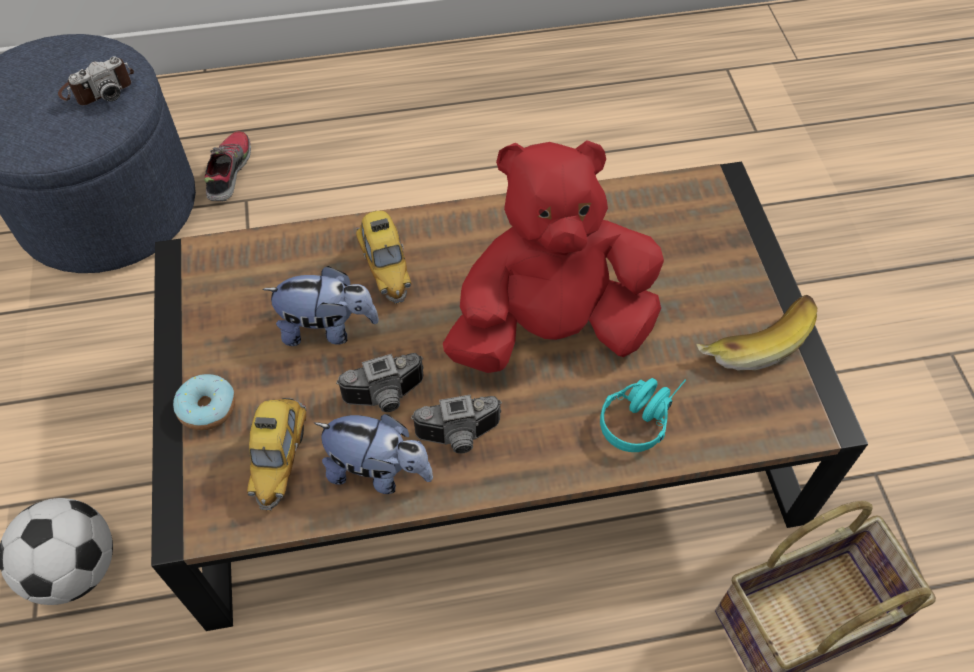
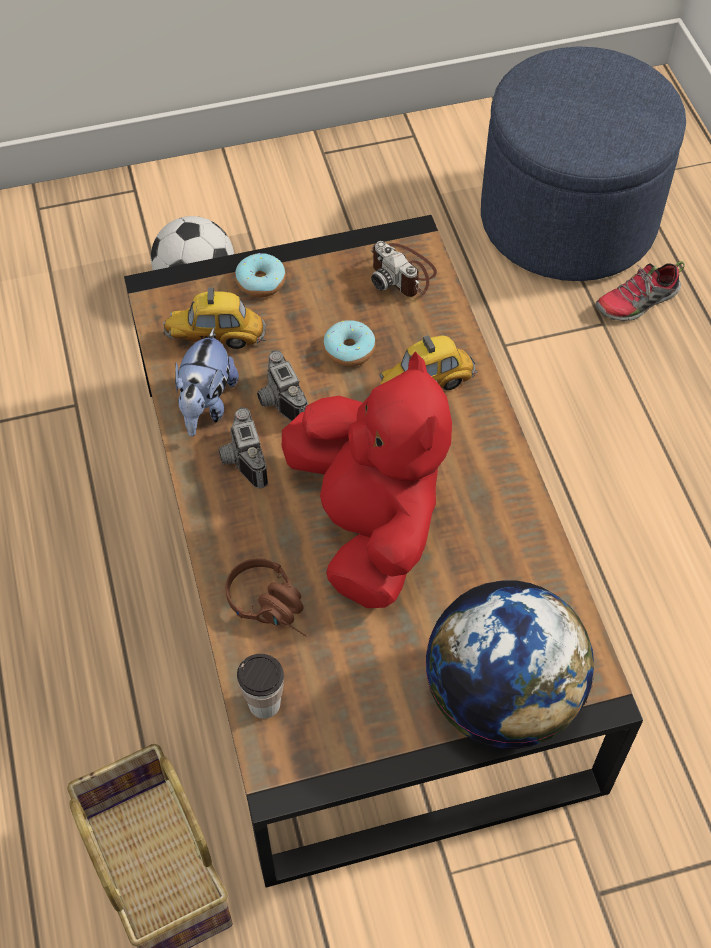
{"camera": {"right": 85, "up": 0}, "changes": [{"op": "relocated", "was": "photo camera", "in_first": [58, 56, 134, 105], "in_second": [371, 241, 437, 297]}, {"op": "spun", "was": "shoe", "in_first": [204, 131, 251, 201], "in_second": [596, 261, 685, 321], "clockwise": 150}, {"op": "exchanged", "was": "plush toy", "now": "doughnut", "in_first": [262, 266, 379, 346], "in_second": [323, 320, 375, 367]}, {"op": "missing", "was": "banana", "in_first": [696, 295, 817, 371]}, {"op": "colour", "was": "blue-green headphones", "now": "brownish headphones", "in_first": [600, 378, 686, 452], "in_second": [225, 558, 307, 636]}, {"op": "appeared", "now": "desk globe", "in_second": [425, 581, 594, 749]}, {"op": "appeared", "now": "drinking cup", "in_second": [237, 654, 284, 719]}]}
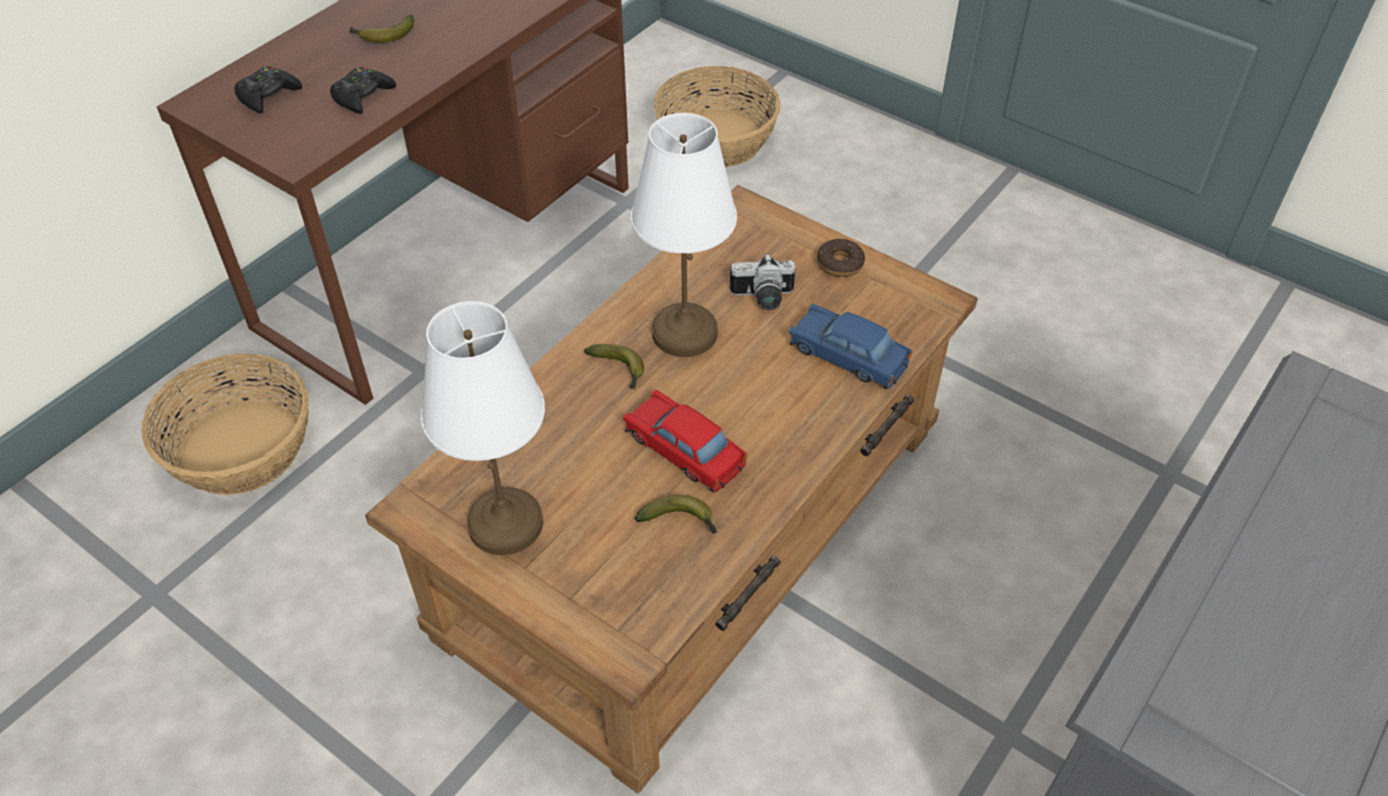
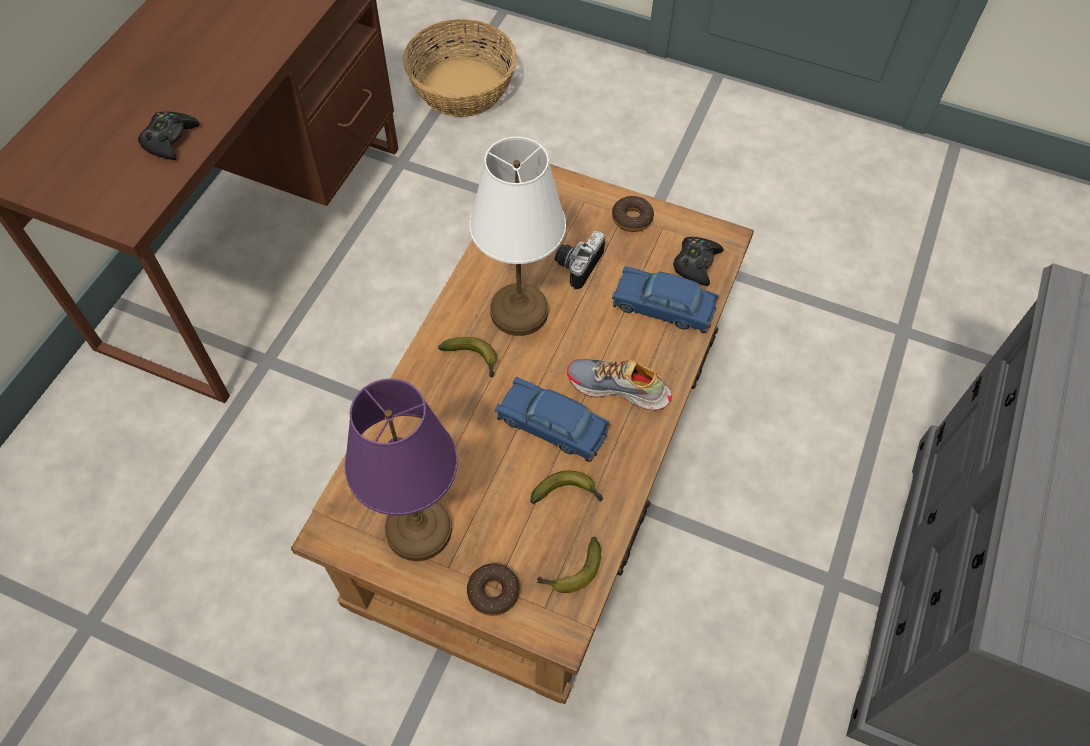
{"camera": {"right": -15, "up": 10}, "changes": [{"op": "relocated", "was": "banana", "in_first": [349, 15, 414, 43], "in_second": [537, 537, 601, 593]}, {"op": "relocated", "was": "black-coloured game controller", "in_first": [235, 66, 302, 113], "in_second": [673, 237, 724, 286]}, {"op": "spun", "was": "photo camera", "in_first": [730, 254, 795, 310], "in_second": [555, 231, 605, 290], "clockwise": 135}, {"op": "colour", "was": "white lamp for a table", "now": "purple lamp for a table", "in_first": [421, 301, 545, 555], "in_second": [344, 378, 458, 561]}, {"op": "missing", "was": "household basket", "in_first": [141, 354, 309, 495]}, {"op": "colour", "was": "red toy car", "now": "blue-coloured toy car", "in_first": [623, 390, 748, 493], "in_second": [495, 377, 611, 462]}, {"op": "appeared", "now": "shoe", "in_second": [567, 359, 672, 410]}, {"op": "appeared", "now": "doughnut", "in_second": [467, 563, 520, 616]}]}
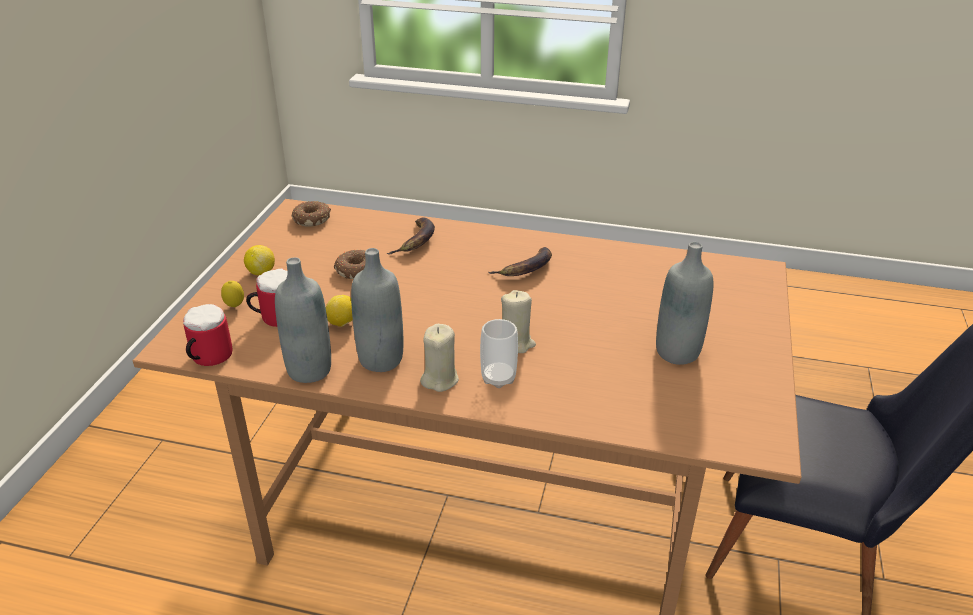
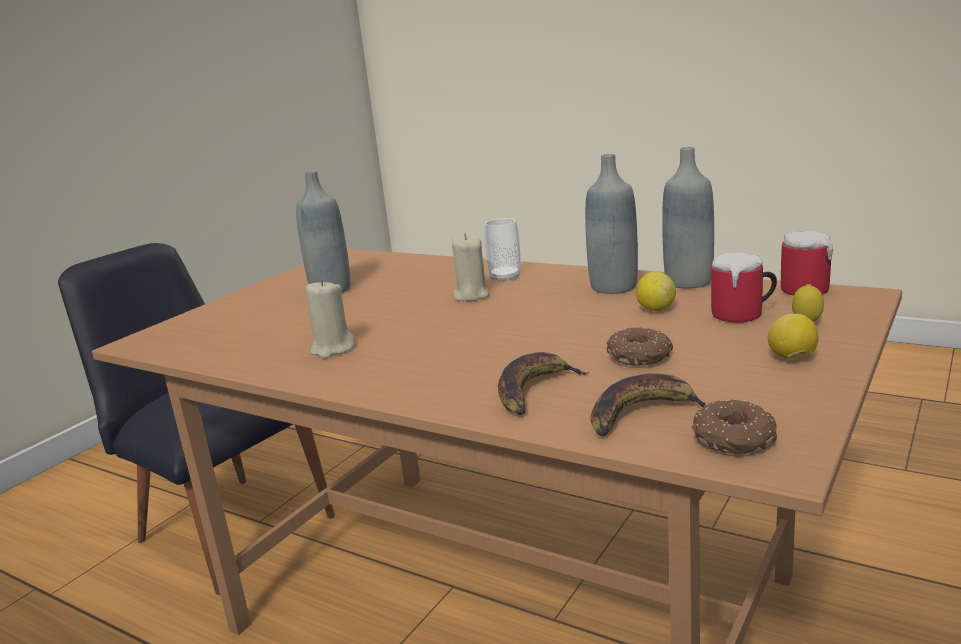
{"camera": {"right": -160, "up": -15}, "changes": [{"op": "relocated", "was": "banana", "in_first": [488, 247, 552, 276], "in_second": [590, 373, 706, 436]}, {"op": "relocated", "was": "beige-coloured candle", "in_first": [420, 324, 459, 392], "in_second": [305, 279, 356, 358]}]}
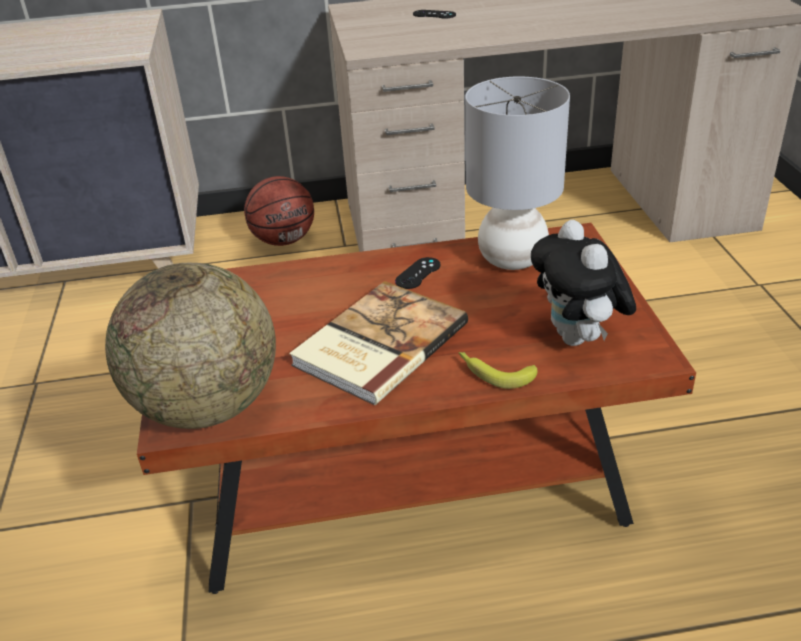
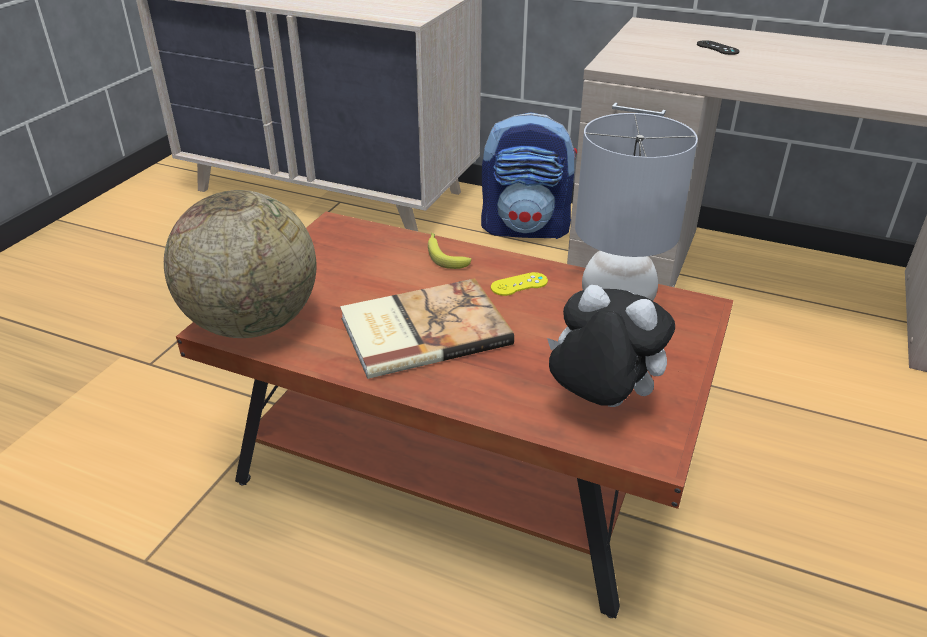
{"camera": {"right": 30, "up": 0}, "changes": [{"op": "exchanged", "was": "ball for basketball", "now": "backpack", "in_first": [244, 176, 314, 246], "in_second": [481, 112, 577, 239]}, {"op": "spun", "was": "plush toy", "in_first": [531, 220, 636, 346], "in_second": [547, 285, 675, 407], "clockwise": 105}, {"op": "colour", "was": "black-coloured game controller", "now": "yellow-coloured game controller", "in_first": [395, 257, 440, 289], "in_second": [491, 272, 548, 296]}, {"op": "relocated", "was": "banana", "in_first": [459, 352, 537, 389], "in_second": [428, 233, 471, 269]}]}
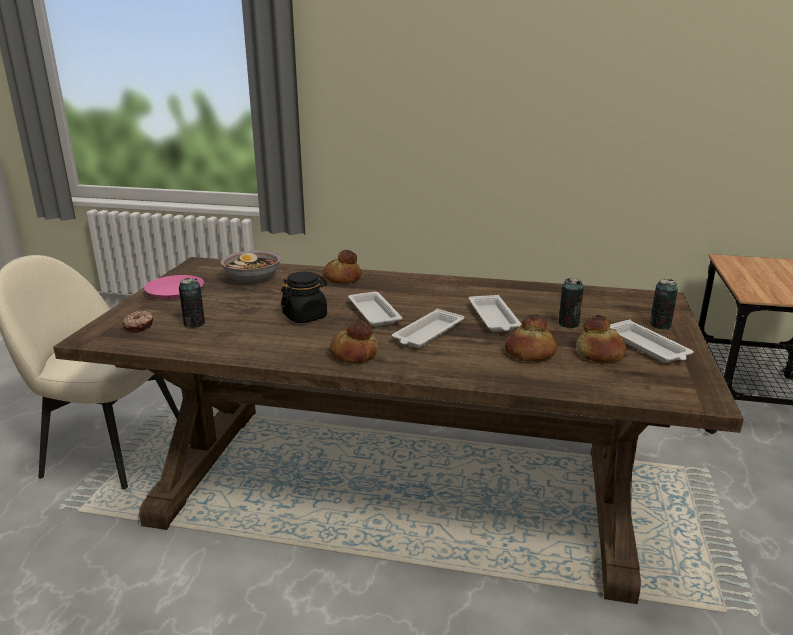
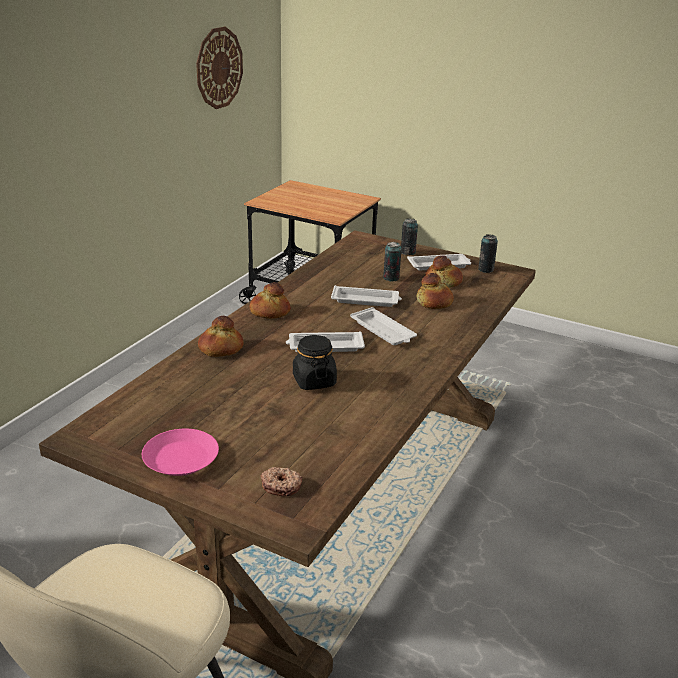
{"camera": {"right": -75, "up": 5}, "changes": [{"op": "missing", "was": "serving bowl", "in_first": [220, 250, 281, 283]}, {"op": "relocated", "was": "can", "in_first": [179, 278, 205, 328], "in_second": [478, 234, 498, 273]}, {"op": "relocated", "was": "bakery bread", "in_first": [330, 319, 378, 364], "in_second": [250, 282, 291, 319]}, {"op": "appeared", "now": "wall clock", "in_second": [196, 27, 243, 109]}]}
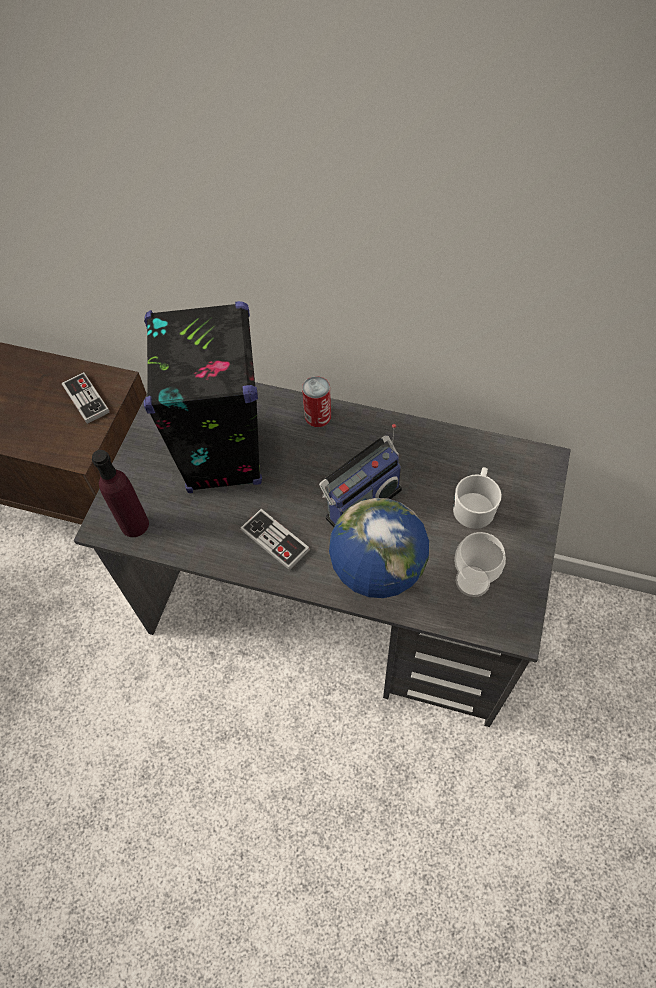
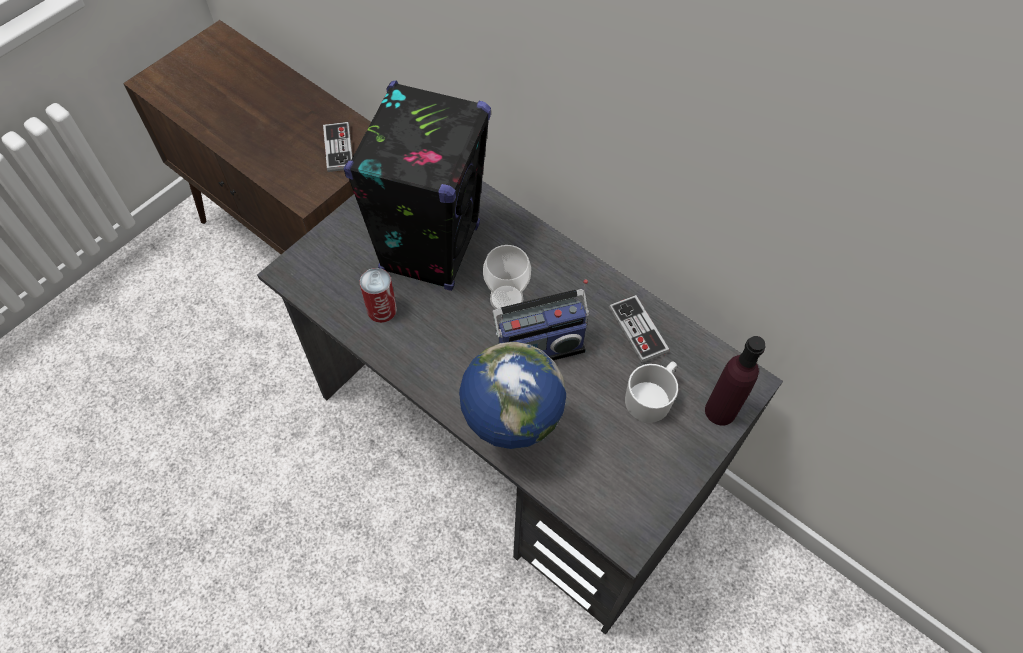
{"camera": {"right": 20, "up": 0}, "changes": [{"op": "relocated", "was": "can", "in_first": [302, 376, 331, 427], "in_second": [360, 268, 397, 323]}, {"op": "relocated", "was": "purple bottle", "in_first": [92, 450, 149, 537], "in_second": [705, 336, 765, 426]}, {"op": "relocated", "was": "game controller", "in_first": [240, 509, 310, 570], "in_second": [609, 295, 669, 363]}, {"op": "relocated", "was": "drinking cup", "in_first": [454, 532, 506, 597], "in_second": [483, 245, 531, 309]}]}
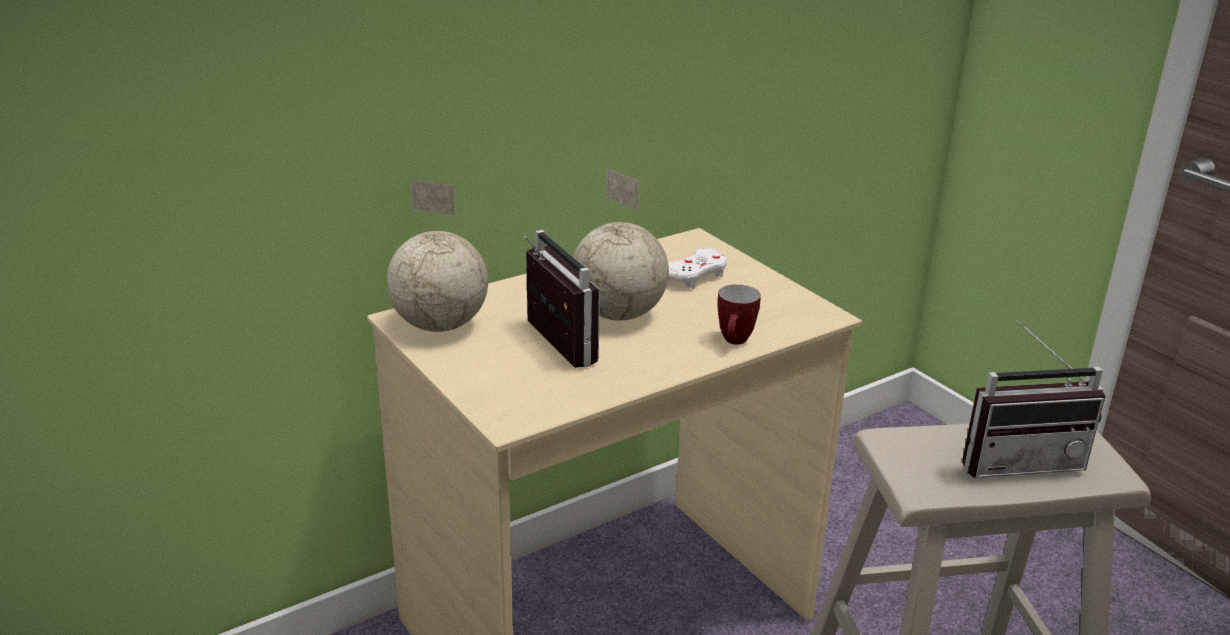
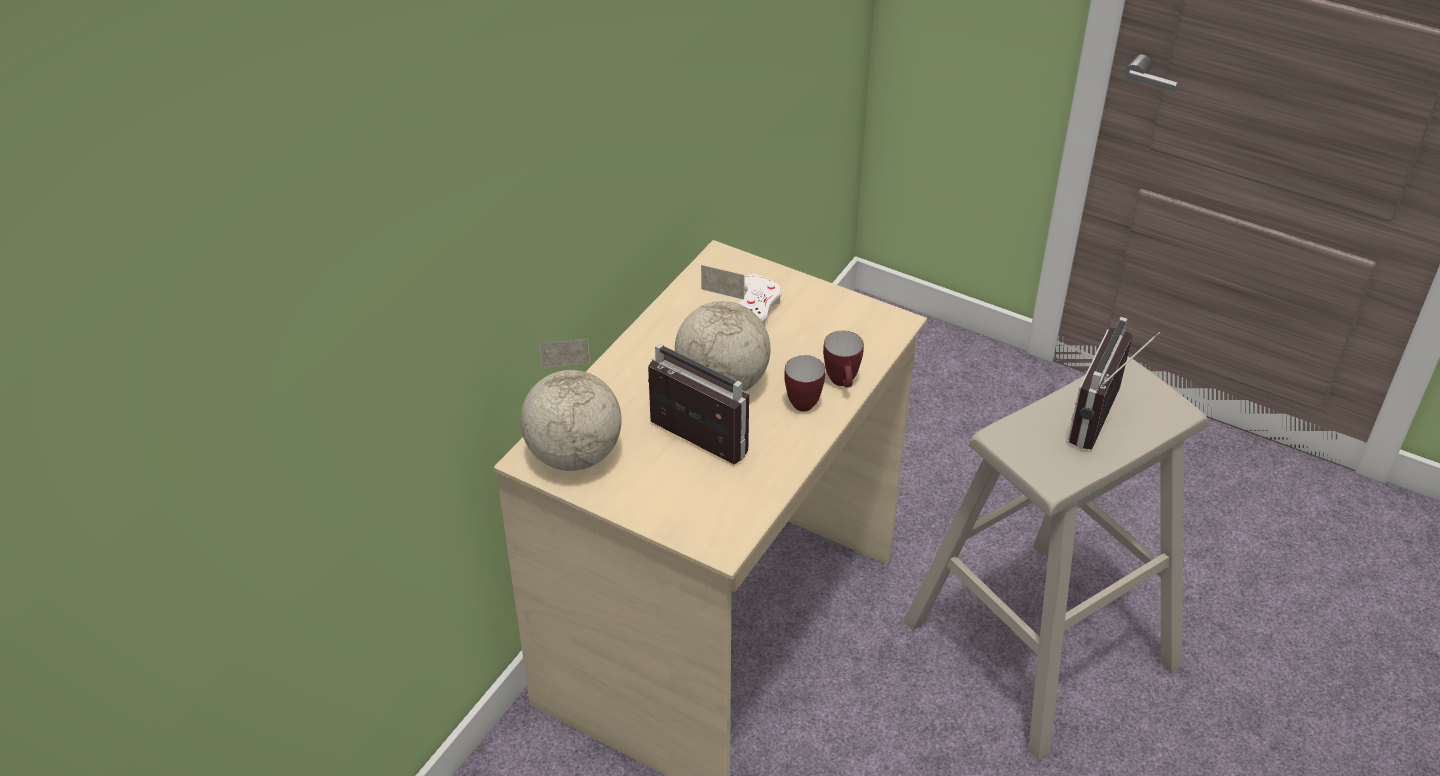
{"camera": {"right": -25, "up": 15}, "changes": [{"op": "spun", "was": "radio set", "in_first": [962, 320, 1105, 478], "in_second": [1068, 317, 1160, 450], "clockwise": 150}, {"op": "appeared", "now": "mug", "in_second": [784, 355, 825, 412]}]}
